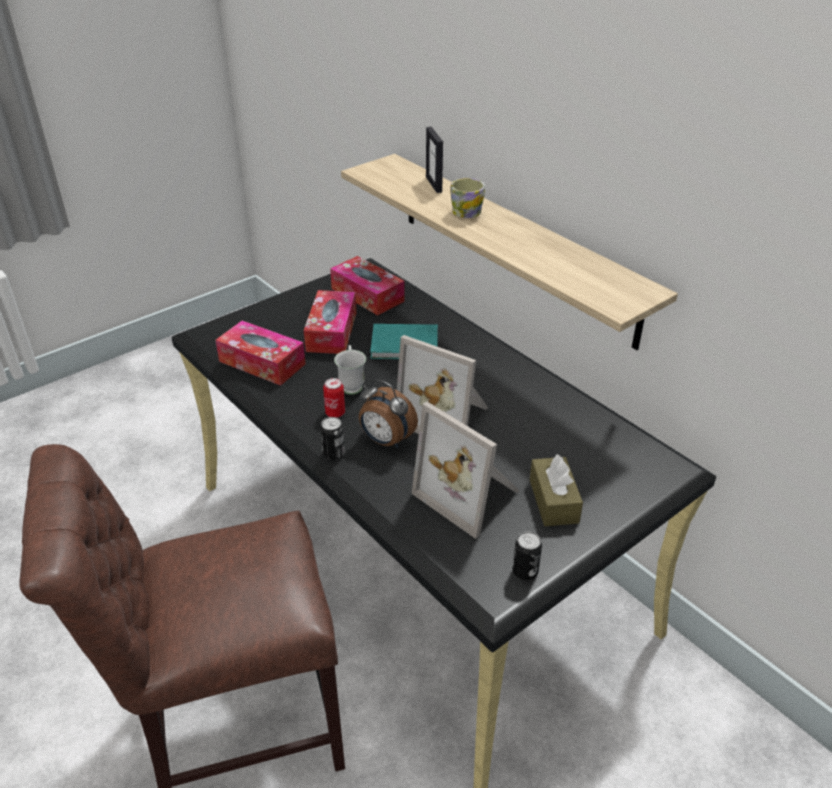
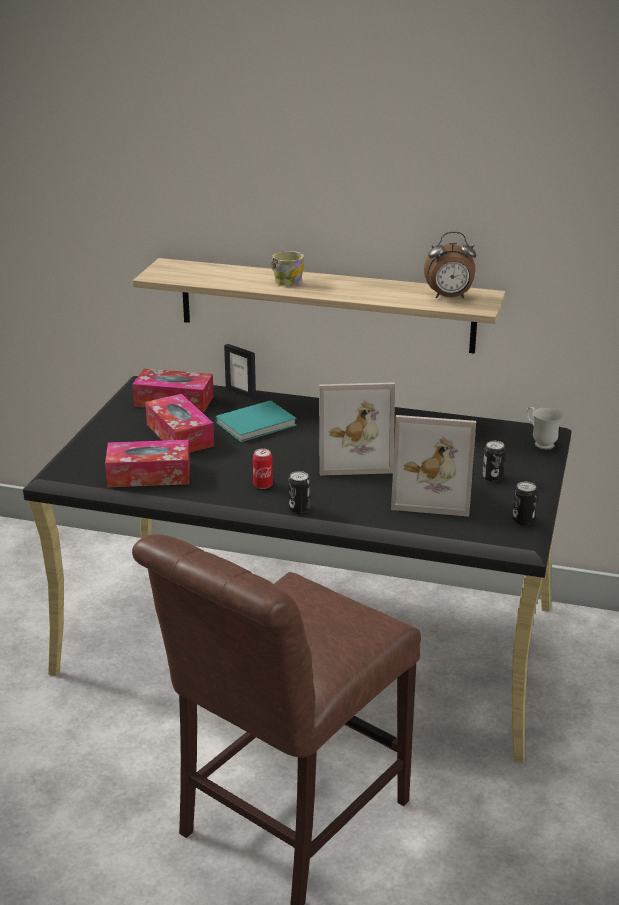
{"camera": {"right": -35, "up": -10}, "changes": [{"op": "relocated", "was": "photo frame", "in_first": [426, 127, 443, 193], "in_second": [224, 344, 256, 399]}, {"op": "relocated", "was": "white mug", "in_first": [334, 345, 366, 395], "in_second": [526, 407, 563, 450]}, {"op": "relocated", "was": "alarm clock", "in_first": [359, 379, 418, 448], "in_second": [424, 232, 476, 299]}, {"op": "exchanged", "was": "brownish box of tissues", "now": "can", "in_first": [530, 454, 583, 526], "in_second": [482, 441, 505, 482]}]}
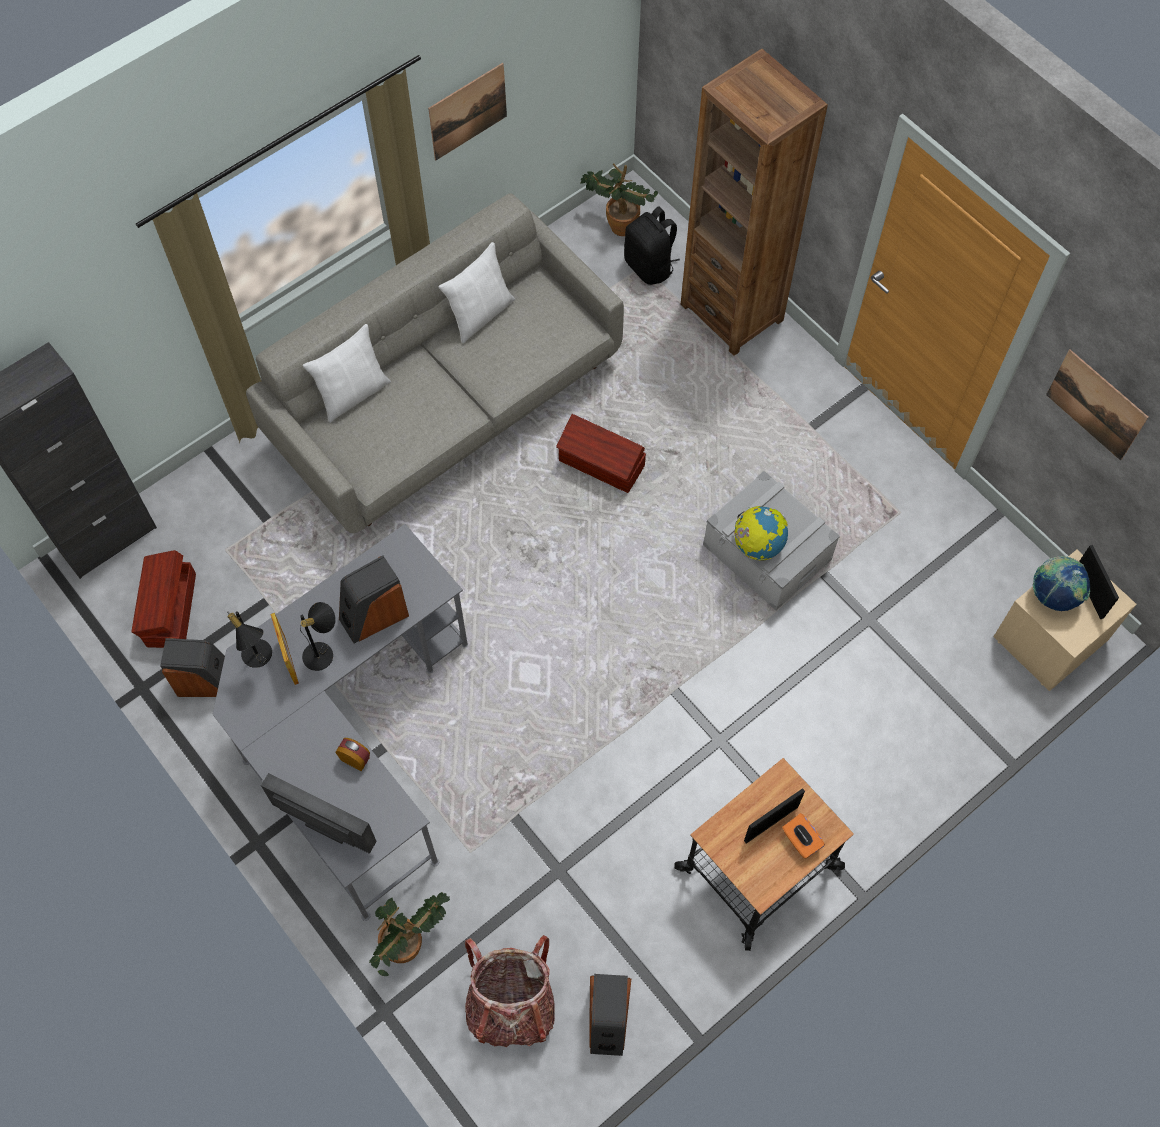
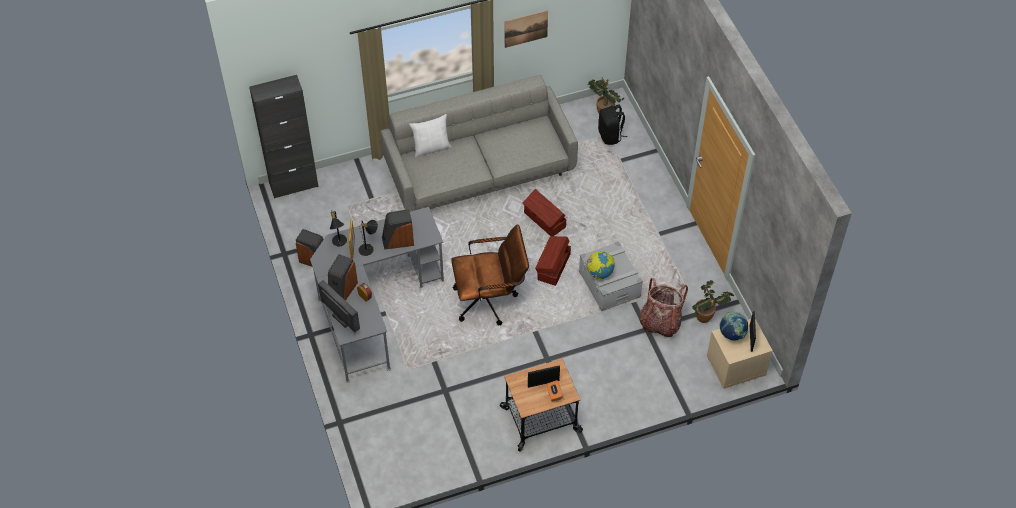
{"camera": {"right": 20, "up": -10}, "changes": [{"op": "missing", "was": "brownish shelving unit", "in_first": [681, 49, 828, 356]}, {"op": "missing", "was": "white pillow", "in_first": [439, 242, 515, 343]}, {"op": "missing", "was": "picture", "in_first": [1046, 349, 1148, 461]}, {"op": "relocated", "was": "brownish storage box", "in_first": [131, 550, 196, 648], "in_second": [535, 236, 571, 286]}, {"op": "relocated", "was": "houseplant", "in_first": [369, 892, 450, 976], "in_second": [692, 280, 734, 323]}, {"op": "relocated", "was": "backpack", "in_first": [465, 935, 555, 1047], "in_second": [639, 278, 688, 337]}, {"op": "relocated", "was": "speaker", "in_first": [589, 974, 631, 1056], "in_second": [328, 254, 358, 301]}, {"op": "appeared", "now": "brownish computer chair", "in_second": [451, 224, 529, 325]}]}
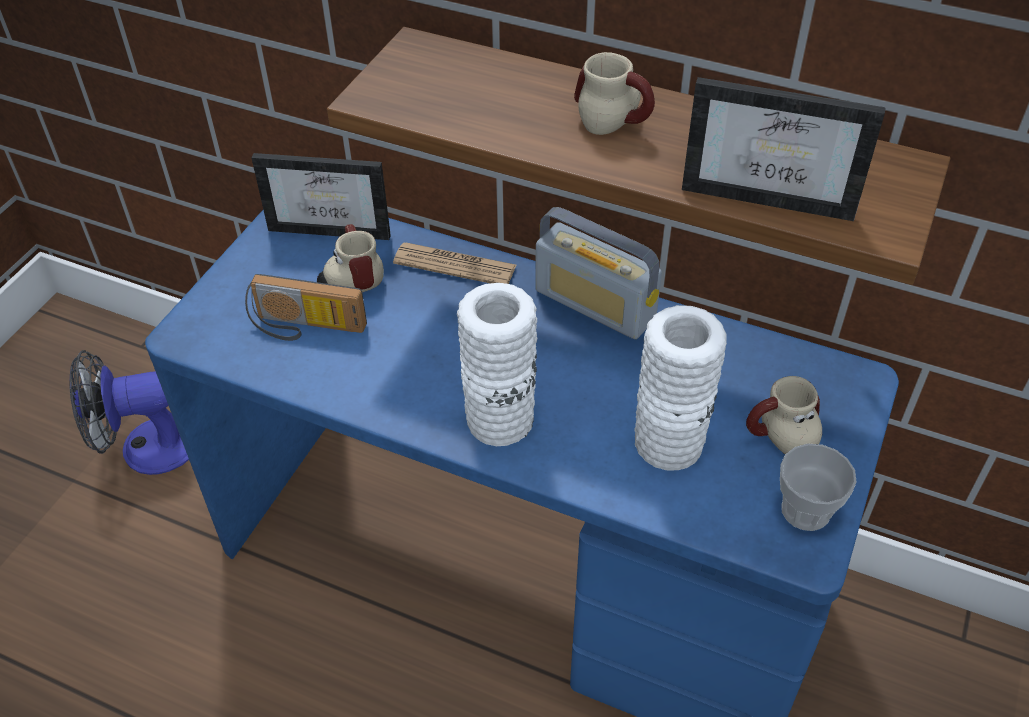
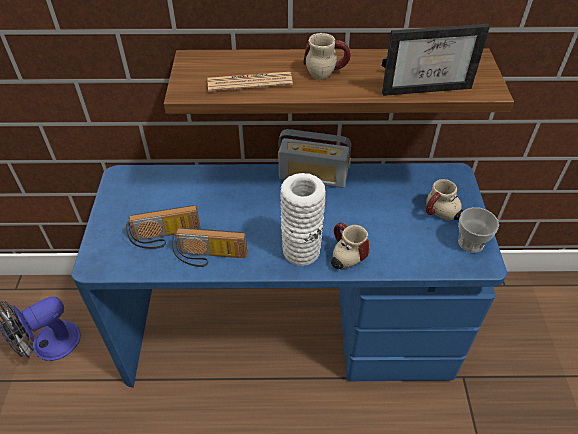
{"camera": {"right": -25, "up": 0}, "changes": [{"op": "missing", "was": "photo frame", "in_first": [251, 153, 391, 240]}, {"op": "relocated", "was": "mug", "in_first": [317, 224, 384, 292], "in_second": [331, 223, 369, 269]}, {"op": "relocated", "was": "printed paper", "in_first": [393, 243, 516, 284], "in_second": [207, 72, 293, 92]}, {"op": "missing", "was": "white vase", "in_first": [634, 305, 727, 470]}, {"op": "appeared", "now": "radio set", "in_second": [172, 228, 247, 267]}]}
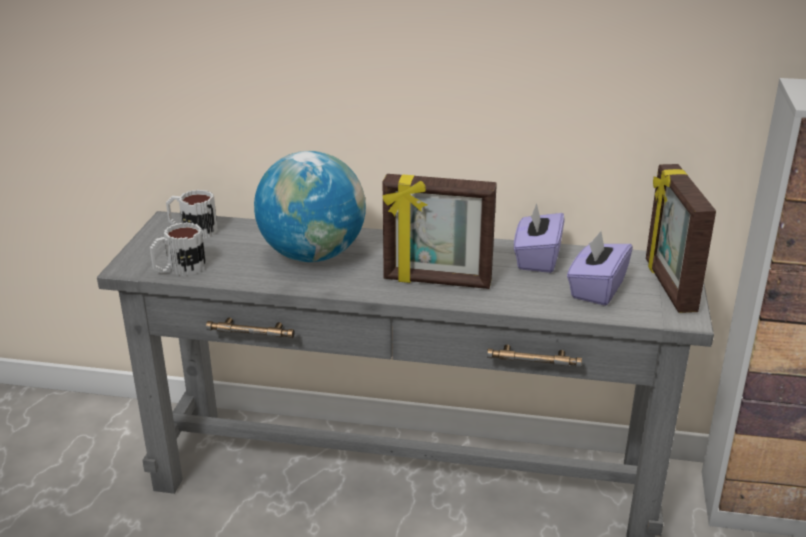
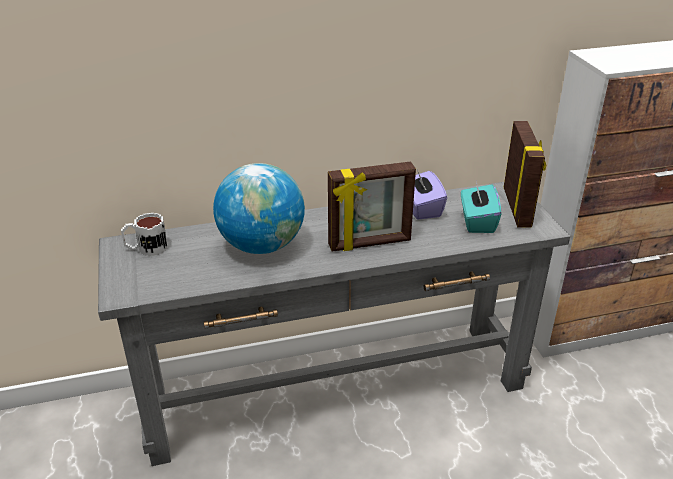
{"camera": {"right": -25, "up": 5}, "changes": [{"op": "spun", "was": "photo frame", "in_first": [646, 164, 716, 313], "in_second": [504, 121, 546, 228], "clockwise": -150}, {"op": "missing", "was": "mug", "in_first": [150, 222, 206, 276]}, {"op": "colour", "was": "purple box of tissues", "now": "blue-green box of tissues", "in_first": [567, 231, 633, 306], "in_second": [461, 181, 501, 233]}]}
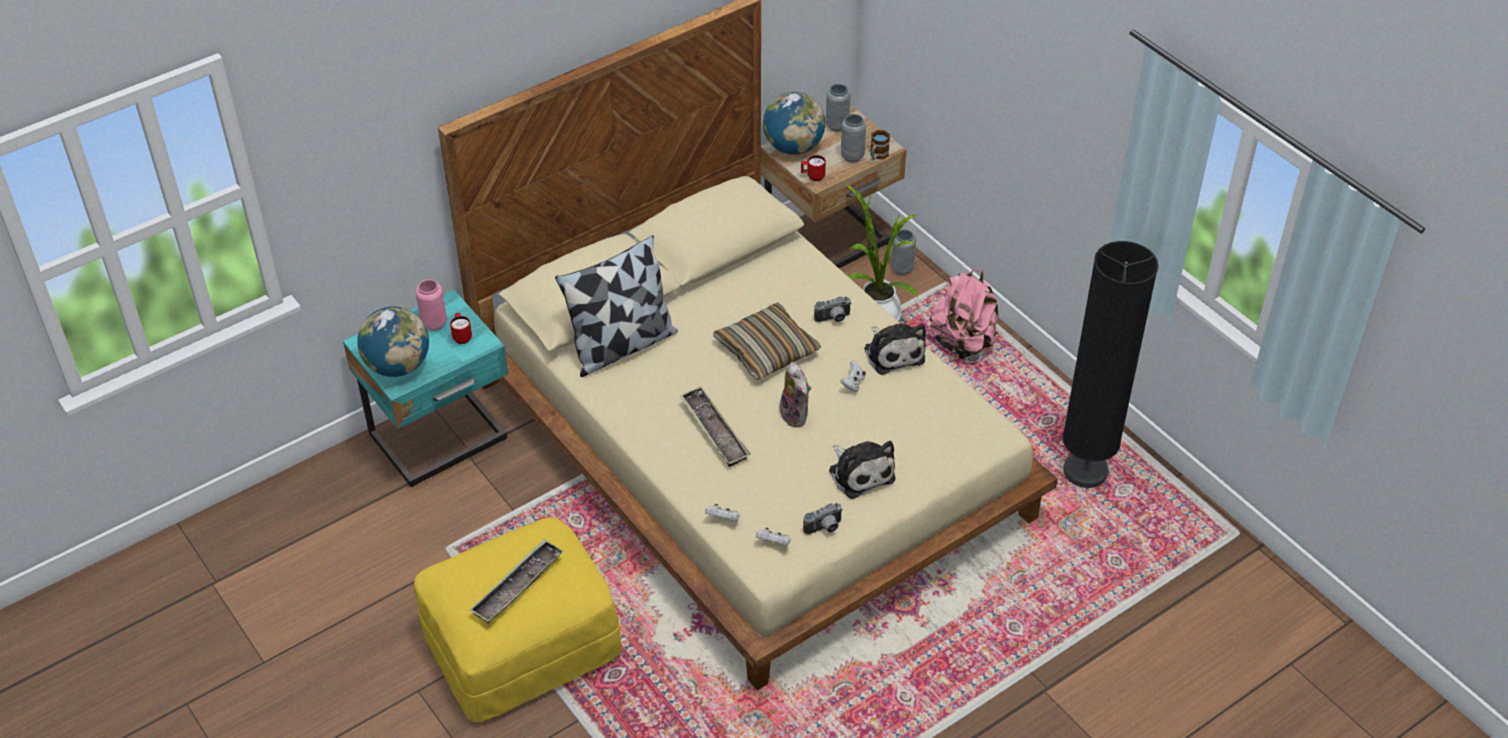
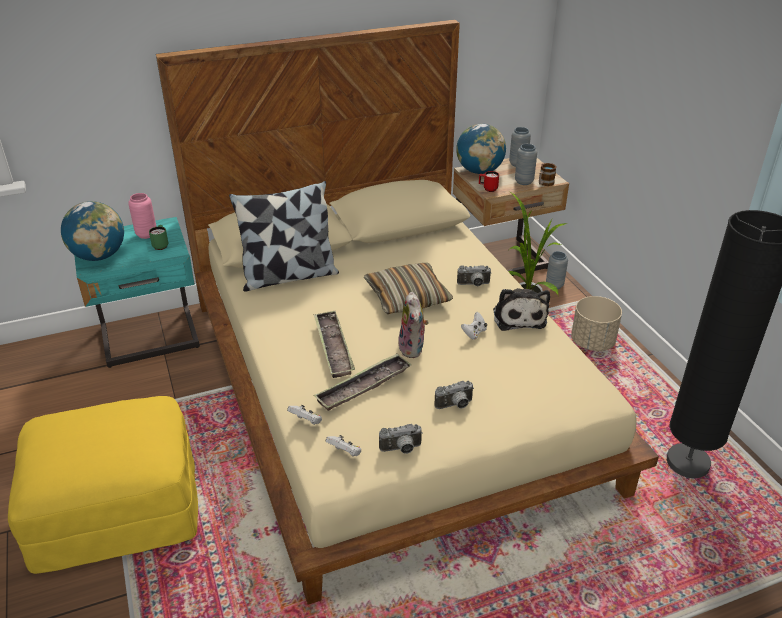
{"camera": {"right": 15, "up": -10}, "changes": [{"op": "exchanged", "was": "pink backpack", "now": "beige-coloured plant pot", "in_first": [930, 269, 999, 360], "in_second": [571, 296, 622, 351]}, {"op": "colour", "was": "red mug", "now": "greenish mug", "in_first": [450, 313, 472, 344], "in_second": [149, 225, 168, 250]}, {"op": "exchanged", "was": "plush toy", "now": "photo camera", "in_first": [829, 441, 895, 499], "in_second": [435, 381, 474, 409]}, {"op": "relocated", "was": "serving tray", "in_first": [470, 539, 564, 623], "in_second": [313, 354, 412, 411]}]}
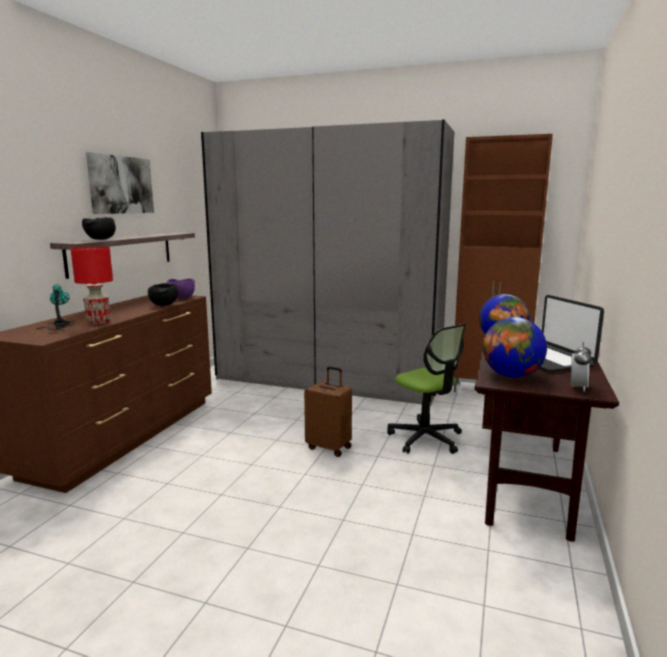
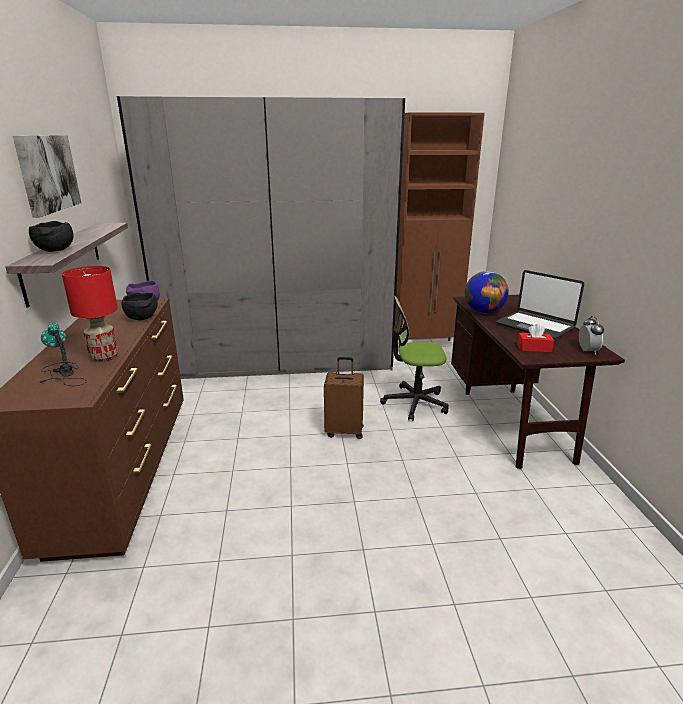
{"camera": {"right": -25, "up": 10}, "changes": [{"op": "exchanged", "was": "desk globe", "now": "red box of tissues", "in_first": [483, 317, 547, 378], "in_second": [517, 324, 554, 352]}, {"op": "spun", "was": "computer chair", "in_first": [387, 324, 466, 454], "in_second": [380, 296, 449, 421], "clockwise": 150}]}
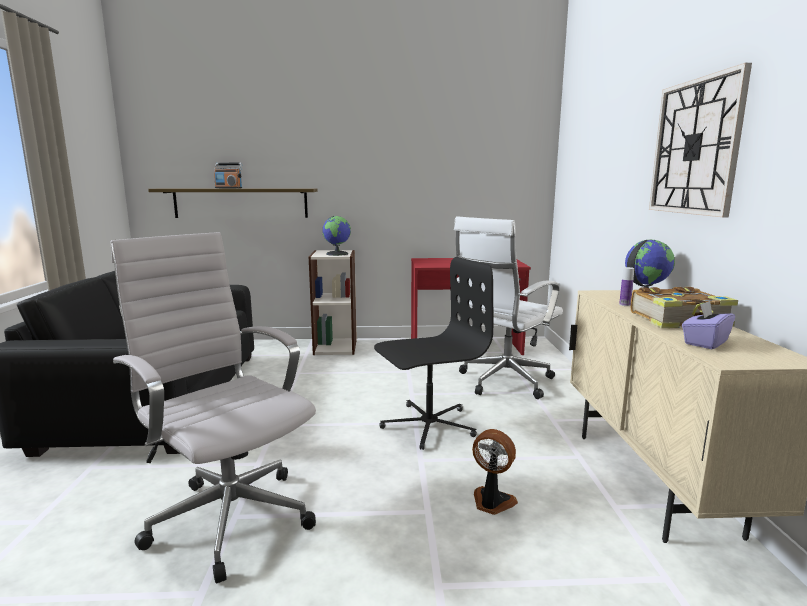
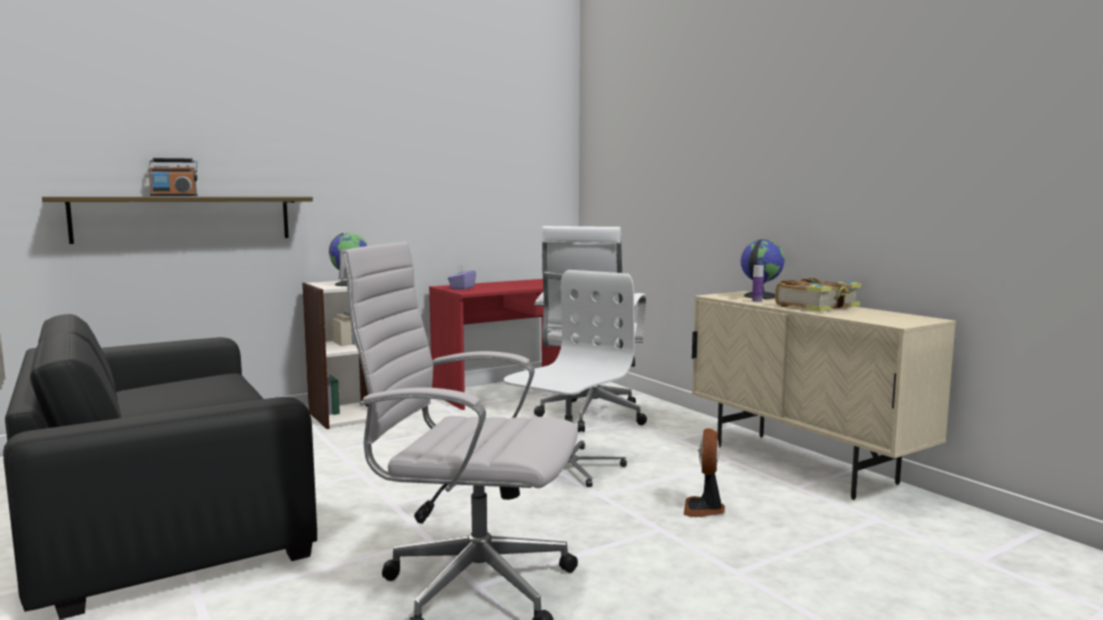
{"camera": {"right": -30, "up": -5}, "changes": [{"op": "missing", "was": "wall clock", "in_first": [649, 63, 752, 217]}, {"op": "colour", "was": "black-coloured computer chair", "now": "white computer chair", "in_first": [374, 257, 493, 450], "in_second": [504, 270, 635, 487]}, {"op": "relocated", "was": "purple box of tissues", "in_first": [682, 301, 735, 349], "in_second": [448, 265, 476, 290]}, {"op": "spun", "was": "cooling fan", "in_first": [472, 429, 518, 515], "in_second": [684, 428, 725, 517], "clockwise": -75}]}
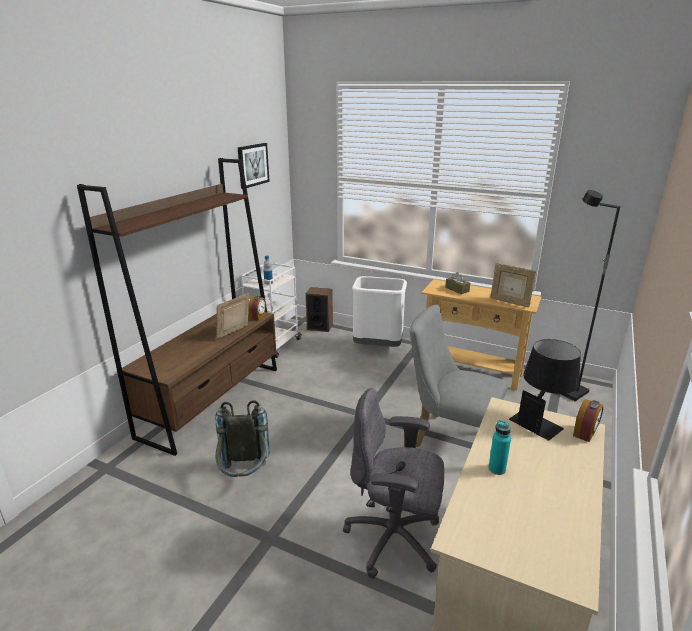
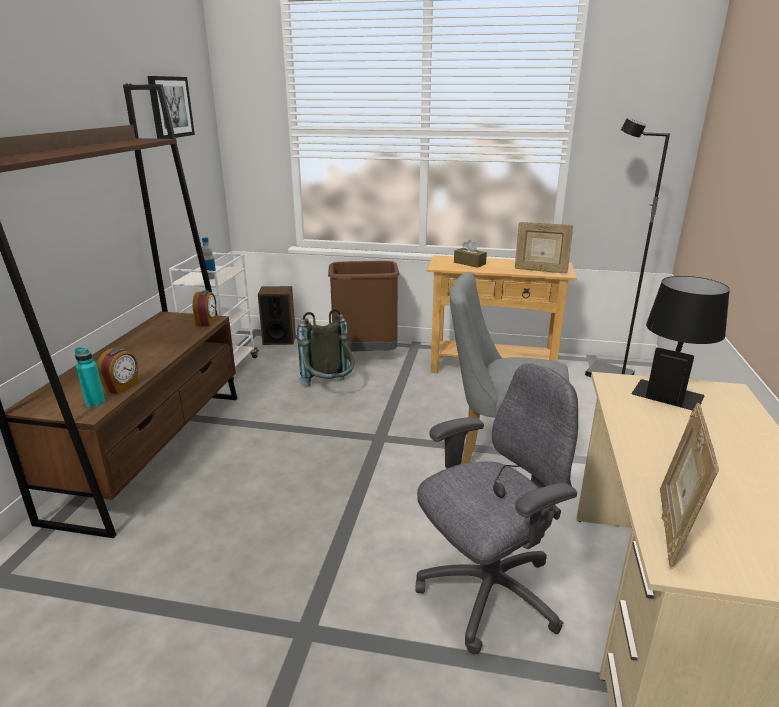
{"camera": {"right": -15, "up": 0}, "changes": [{"op": "colour", "was": "white trash can", "now": "brownish trash can", "in_first": [352, 276, 407, 347], "in_second": [328, 261, 400, 352]}, {"op": "relocated", "was": "photo frame", "in_first": [216, 293, 249, 339], "in_second": [660, 403, 719, 567]}, {"op": "spun", "was": "gray computer chair", "in_first": [343, 388, 445, 579], "in_second": [415, 363, 578, 654], "clockwise": 150}, {"op": "relocated", "was": "alarm clock", "in_first": [573, 399, 603, 442], "in_second": [97, 348, 138, 394]}, {"op": "relocated", "was": "gray backpack", "in_first": [215, 400, 270, 477], "in_second": [297, 309, 355, 386]}, {"op": "relocated", "was": "blue-green bottle", "in_first": [488, 420, 511, 475], "in_second": [75, 347, 105, 408]}]}
